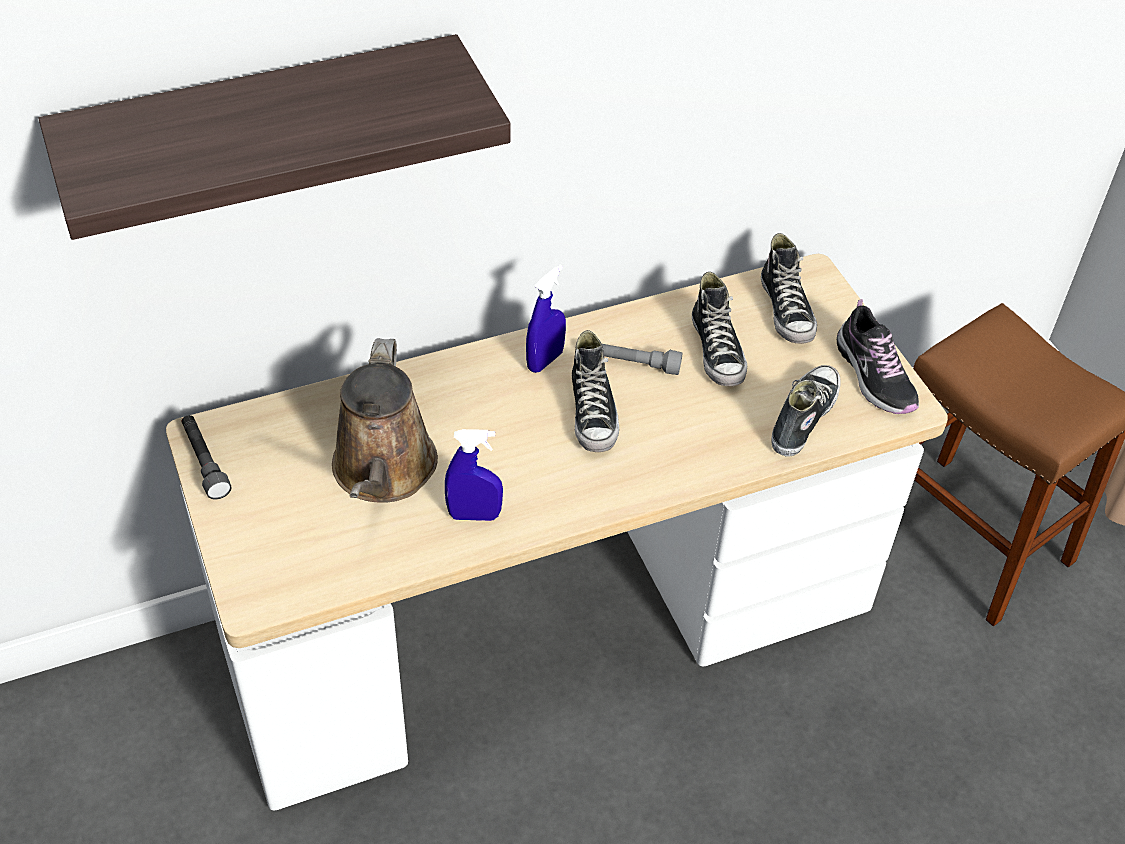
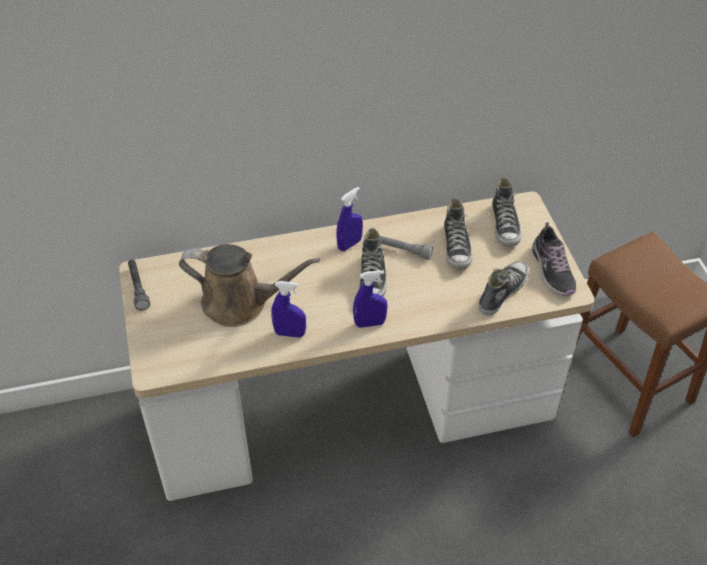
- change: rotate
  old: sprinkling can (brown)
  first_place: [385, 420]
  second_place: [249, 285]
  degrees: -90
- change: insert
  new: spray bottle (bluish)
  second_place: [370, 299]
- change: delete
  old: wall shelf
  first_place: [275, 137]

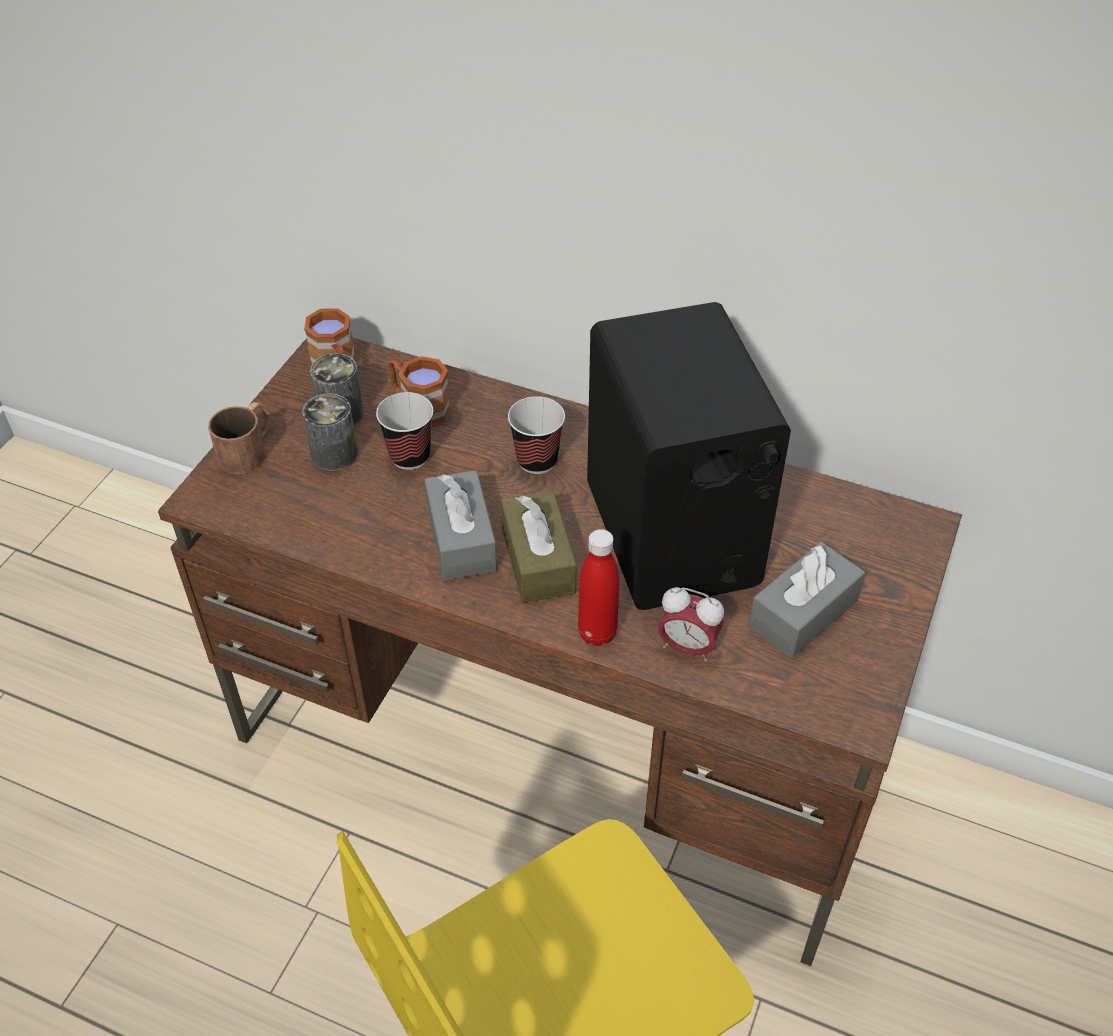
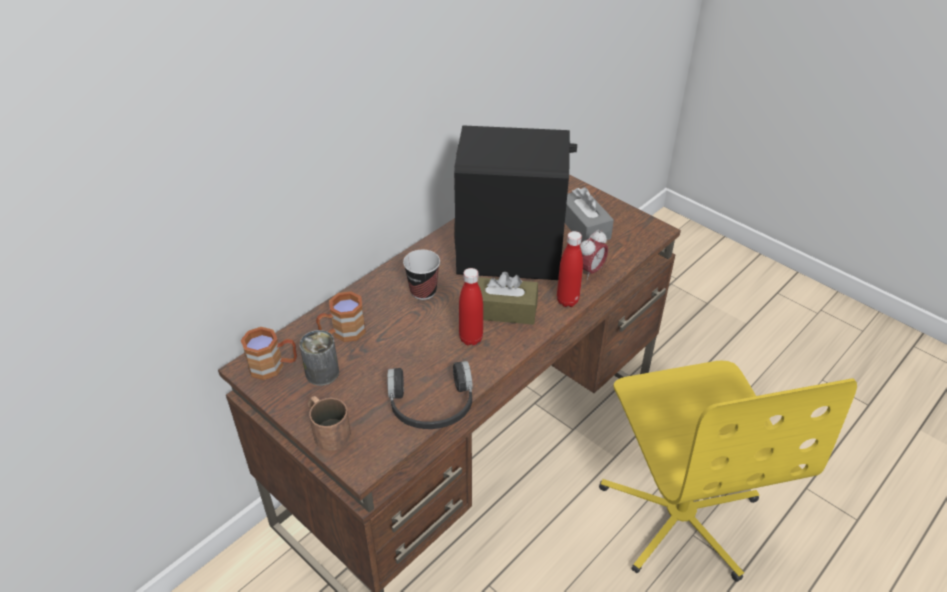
- change: insert
  new: pair of headphones (black-coloured)
  second_place: [430, 395]
- change: replace
  old: tissue holder (gray)
  new: drink bottle (red)
  first_place: [460, 525]
  second_place: [471, 307]
- change: delete
  old: sealed can
  first_place: [330, 432]
- change: delete
  old: drinking cup
  first_place: [404, 431]

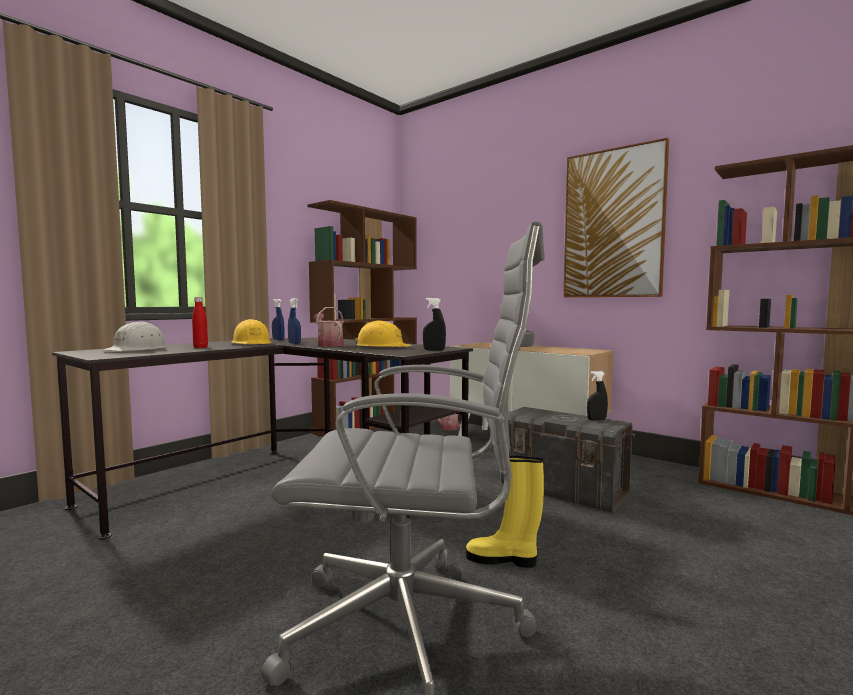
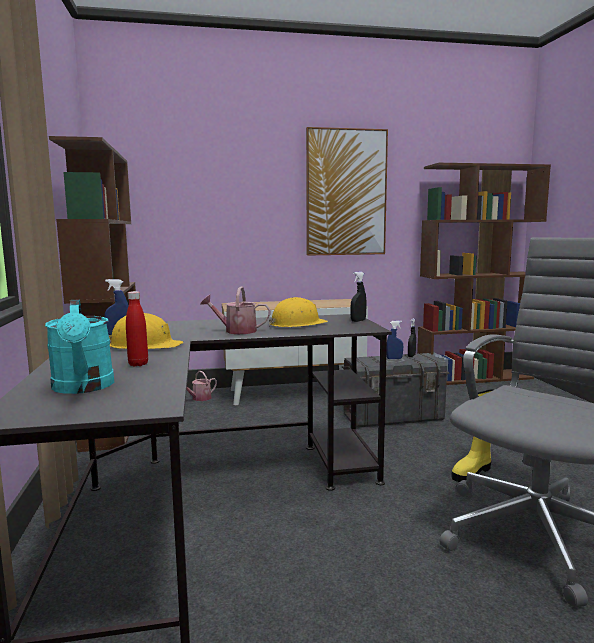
- change: replace
  old: safety helmet (whitish)
  new: sprinkling can (blue-green)
  first_place: [135, 336]
  second_place: [79, 346]
- change: move
  old: spray bottle (bluish)
  first_place: [294, 321]
  second_place: [394, 340]

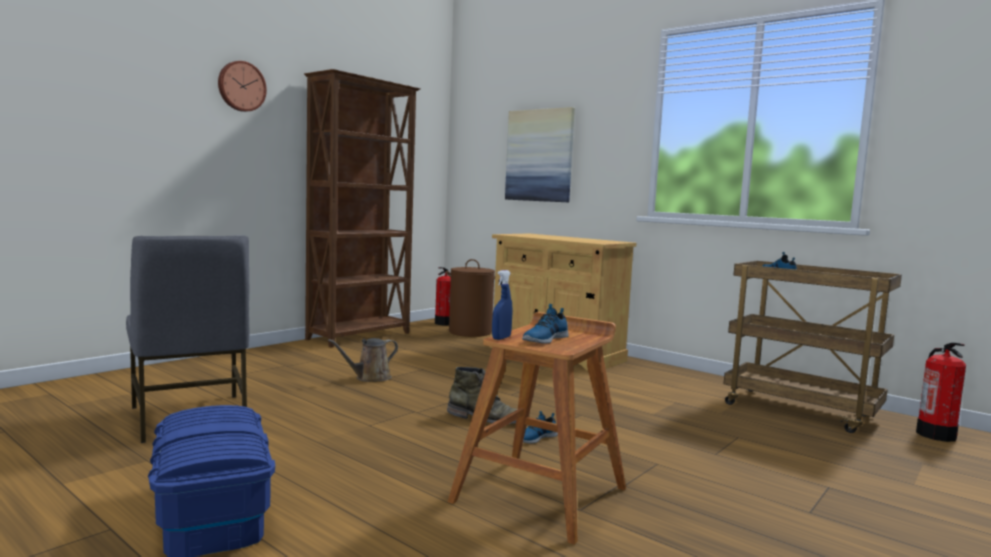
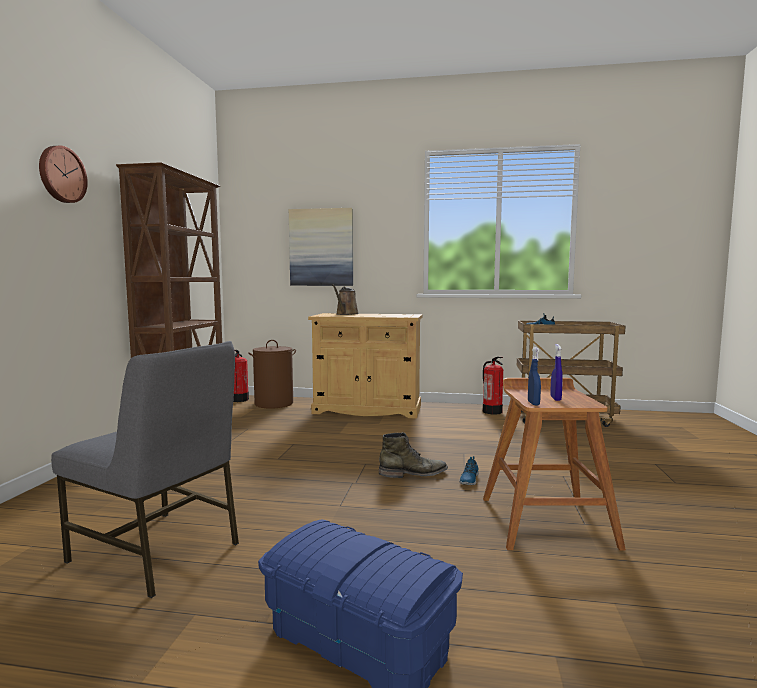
- change: move
  old: sprinkling can (brown)
  first_place: [363, 360]
  second_place: [345, 299]
- change: move
  old: extinguisher
  first_place: [941, 392]
  second_place: [493, 386]
- change: replace
  old: shoe
  new: spray bottle (bluish)
  first_place: [545, 324]
  second_place: [557, 372]

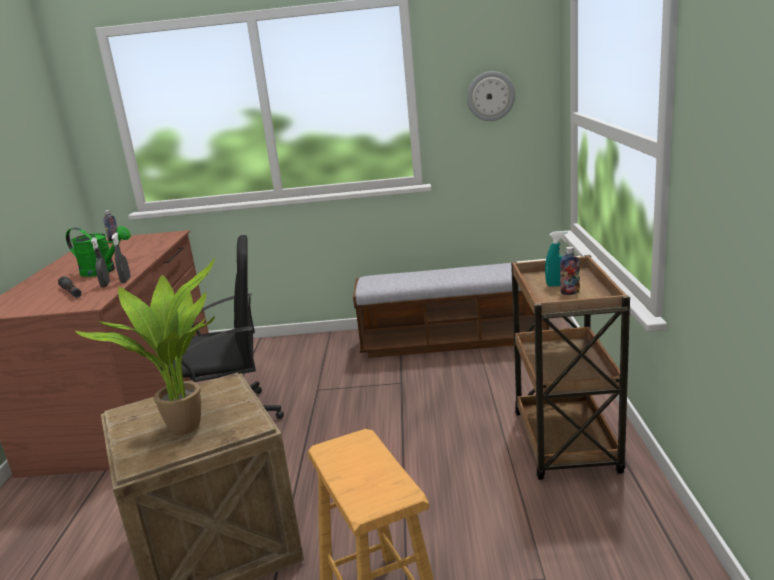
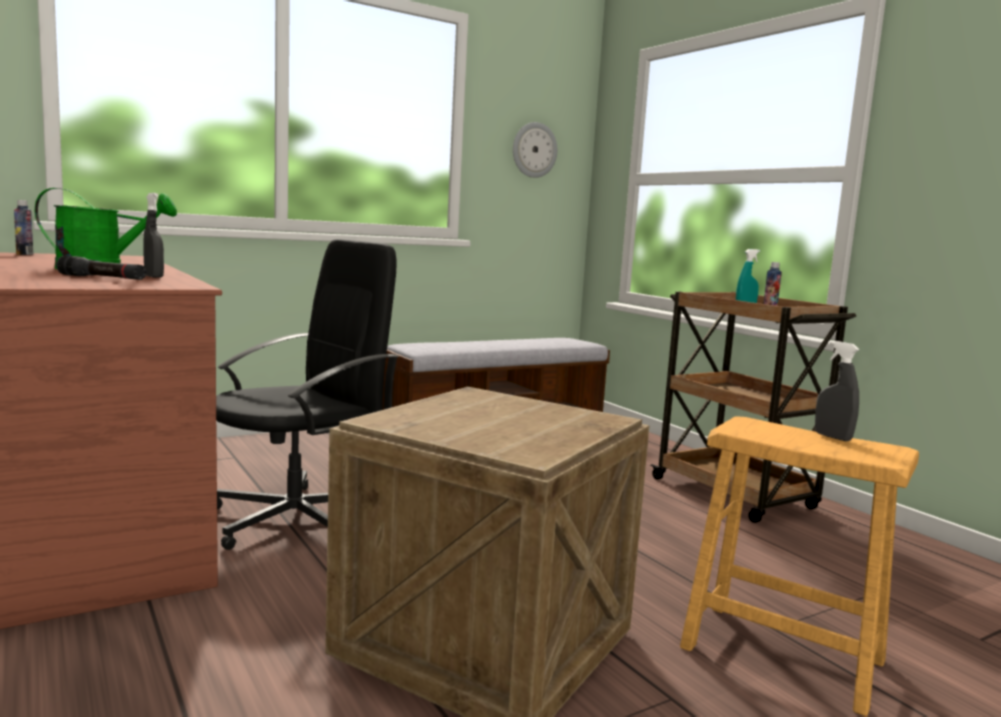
- change: move
  old: spray bottle (gray)
  first_place: [121, 257]
  second_place: [837, 391]
- change: delete
  old: potted plant
  first_place: [145, 346]

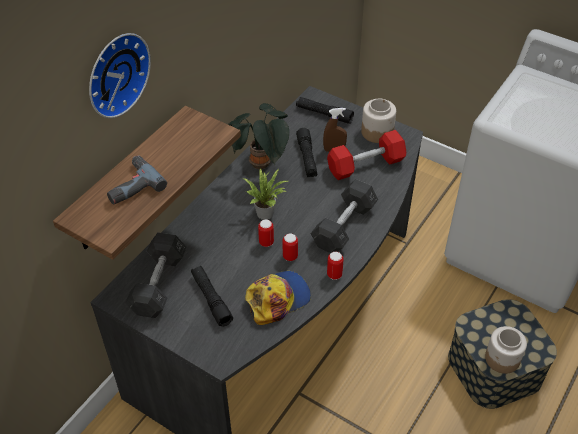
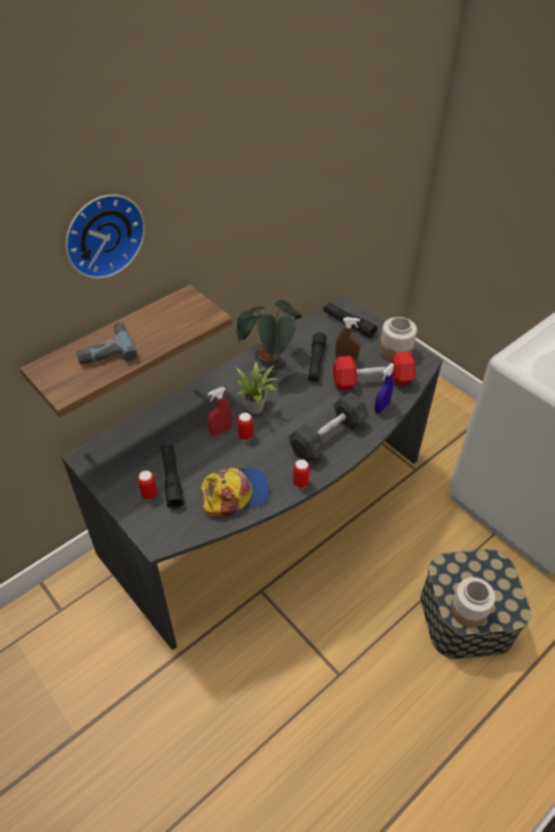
- change: move
  old: sealed can
  first_place: [290, 247]
  second_place: [147, 484]
- change: insert
  new: spray bottle (red)
  second_place: [219, 411]
- change: insert
  new: spray bottle (bluish)
  second_place: [384, 388]
- change: delete
  old: hand weight (gray)
  first_place: [155, 275]

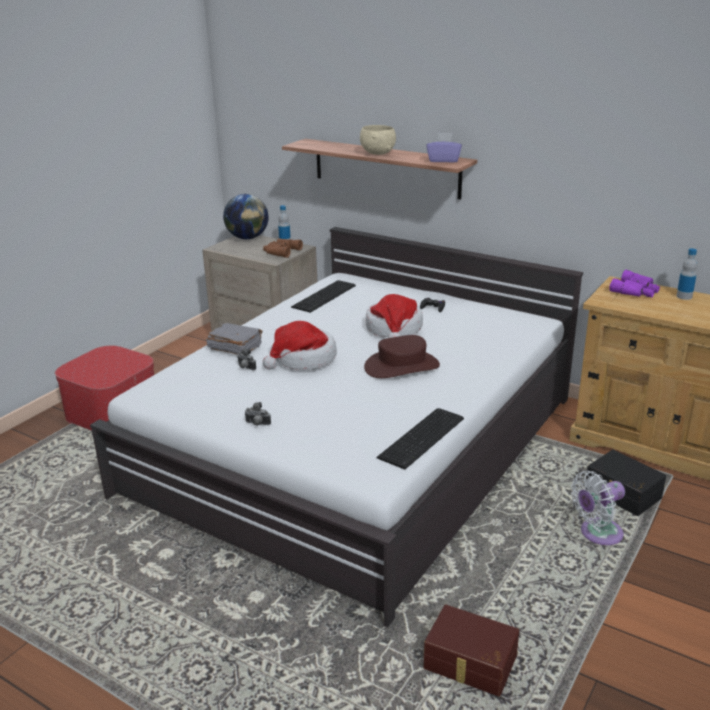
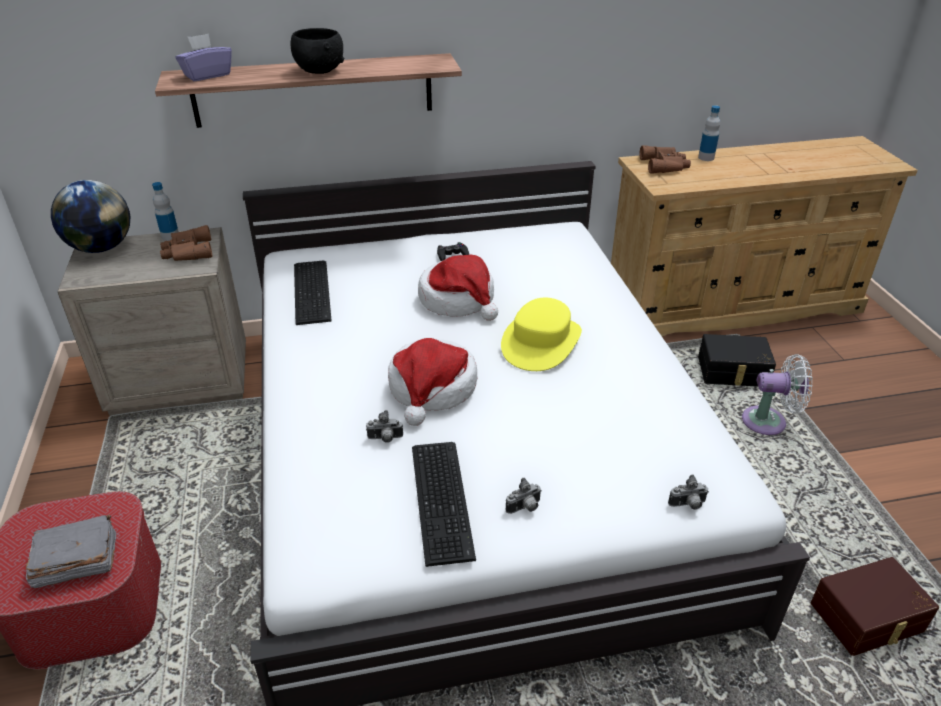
- change: move
  old: volume (gray)
  first_place: [234, 339]
  second_place: [71, 551]
- change: move
  old: tissue holder (purple-coloured)
  first_place: [444, 147]
  second_place: [203, 57]
- change: recolor
  old: deep dish (sand-coloured)
  new: deep dish (black-coloured)
  first_place: [378, 140]
  second_place: [317, 51]
- change: move
  old: PC keyboard
  first_place: [420, 438]
  second_place: [444, 504]
- change: recolor
  old: hat (brown)
  new: hat (yellowish)
  first_place: [402, 356]
  second_place: [541, 334]
- change: recolor
  old: binoculars (purple-coloured)
  new: binoculars (brown)
  first_place: [634, 284]
  second_place: [665, 159]
- change: insert
  new: photo camera
  second_place: [688, 492]
- change: rotate
  old: cooling fan (whitish)
  first_place: [598, 508]
  second_place: [777, 394]
  degrees: -105

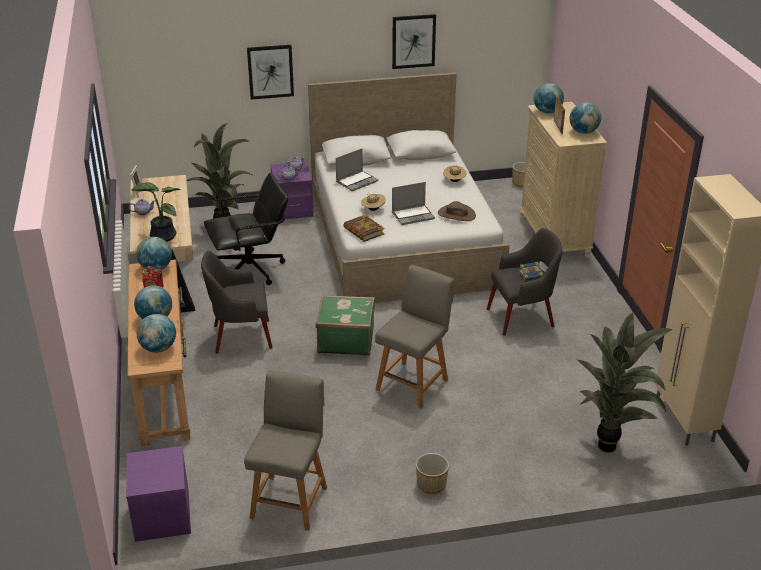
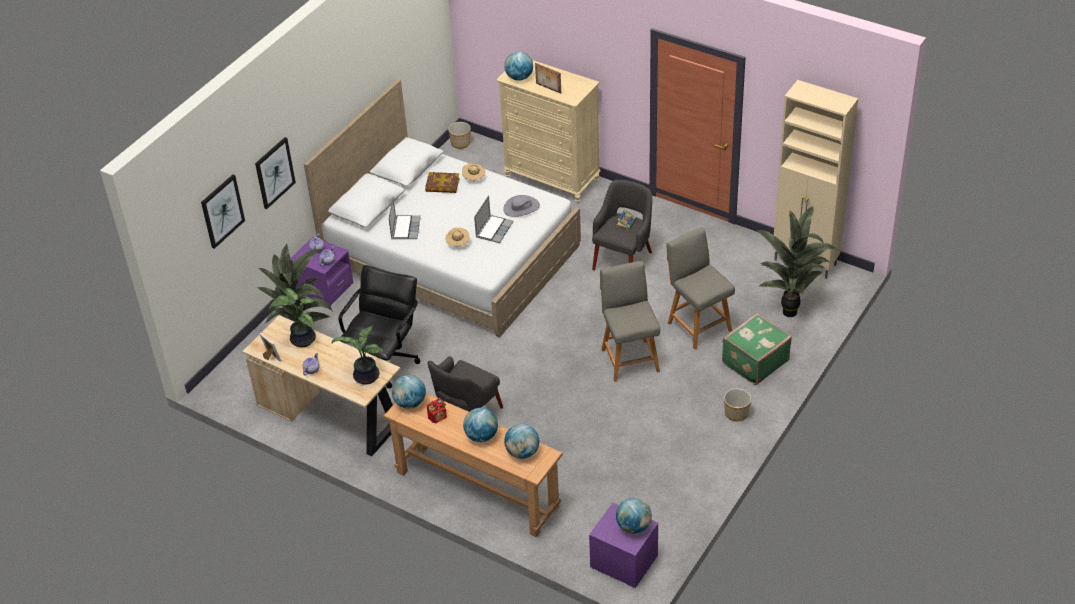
- change: move
  old: wall art
  first_place: [414, 41]
  second_place: [223, 212]
- change: insert
  new: potted plant
  second_place: [294, 317]
- change: move
  old: volume
  first_place: [364, 228]
  second_place: [442, 182]
- change: recolor
  old: hat (brown)
  new: hat (gray)
  first_place: [457, 211]
  second_place: [521, 206]
- change: move
  old: world globe
  first_place: [585, 118]
  second_place: [634, 516]
- change: move
  old: upright chair (gray)
  first_place: [285, 450]
  second_place: [700, 288]
- change: move
  old: suitcase (green)
  first_place: [345, 325]
  second_place: [757, 349]

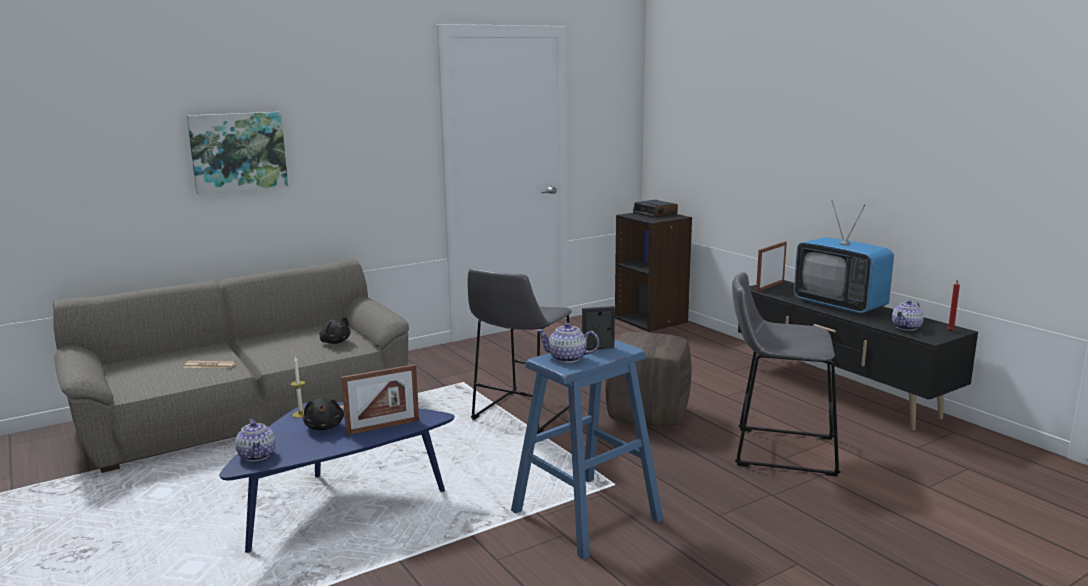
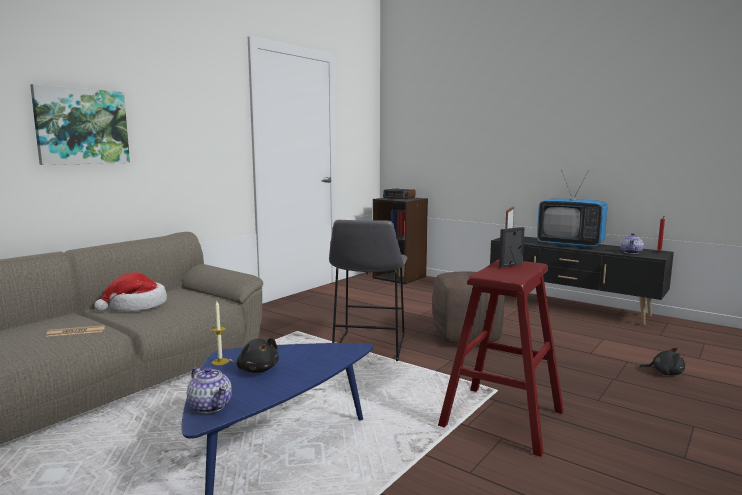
- change: insert
  new: hat
  second_place: [130, 291]
- change: recolor
  old: stool (bluish)
  new: stool (red)
  first_place: [587, 449]
  second_place: [501, 358]
- change: move
  old: cuddly toy (black-coloured)
  first_place: [334, 330]
  second_place: [662, 361]
- change: delete
  old: photo frame
  first_place: [380, 399]
- change: delete
  old: pot for tea
  first_place: [567, 342]
- change: delete
  old: stool (gray)
  first_place: [786, 374]

